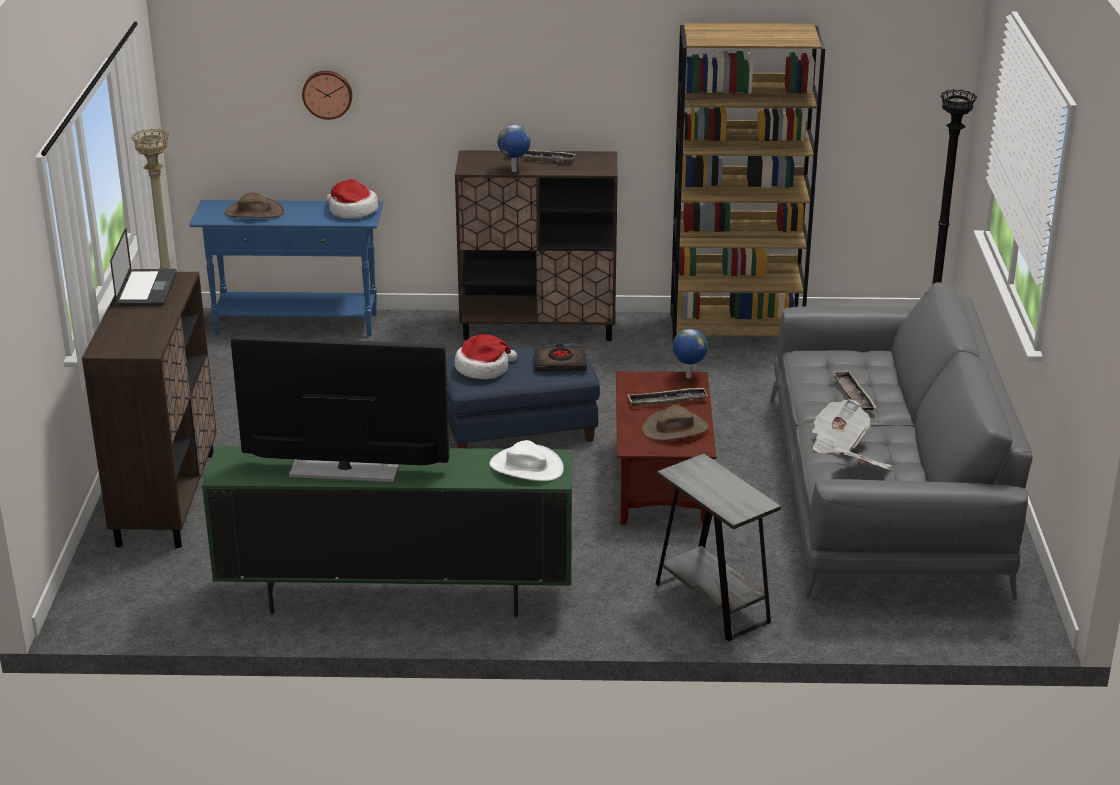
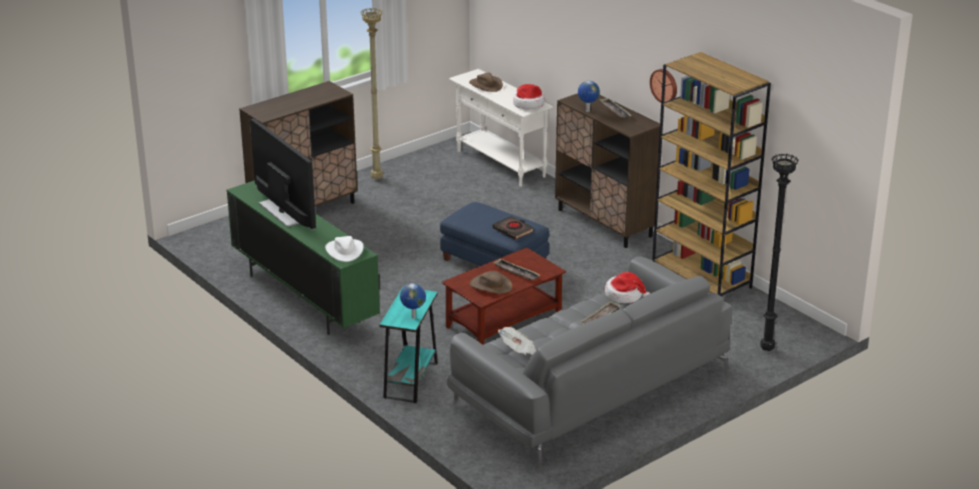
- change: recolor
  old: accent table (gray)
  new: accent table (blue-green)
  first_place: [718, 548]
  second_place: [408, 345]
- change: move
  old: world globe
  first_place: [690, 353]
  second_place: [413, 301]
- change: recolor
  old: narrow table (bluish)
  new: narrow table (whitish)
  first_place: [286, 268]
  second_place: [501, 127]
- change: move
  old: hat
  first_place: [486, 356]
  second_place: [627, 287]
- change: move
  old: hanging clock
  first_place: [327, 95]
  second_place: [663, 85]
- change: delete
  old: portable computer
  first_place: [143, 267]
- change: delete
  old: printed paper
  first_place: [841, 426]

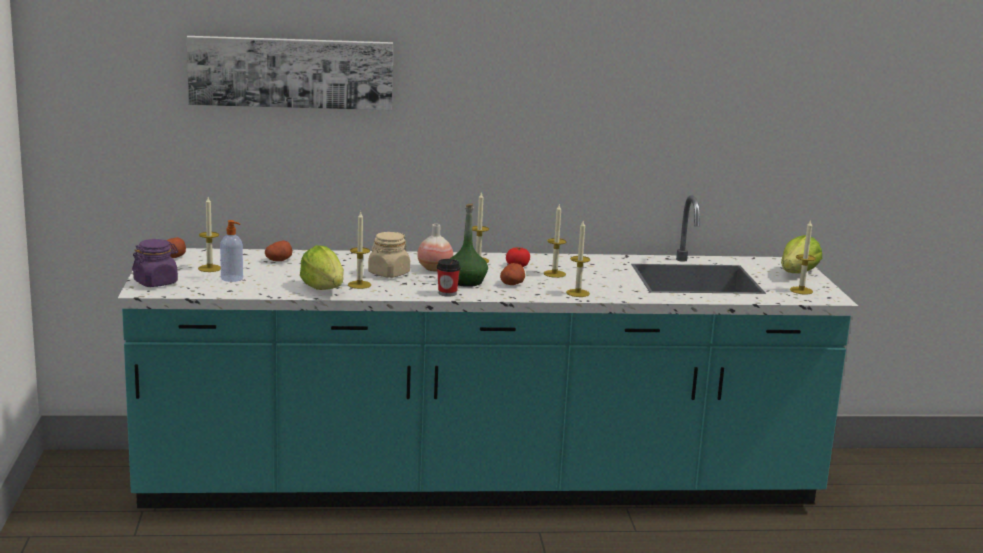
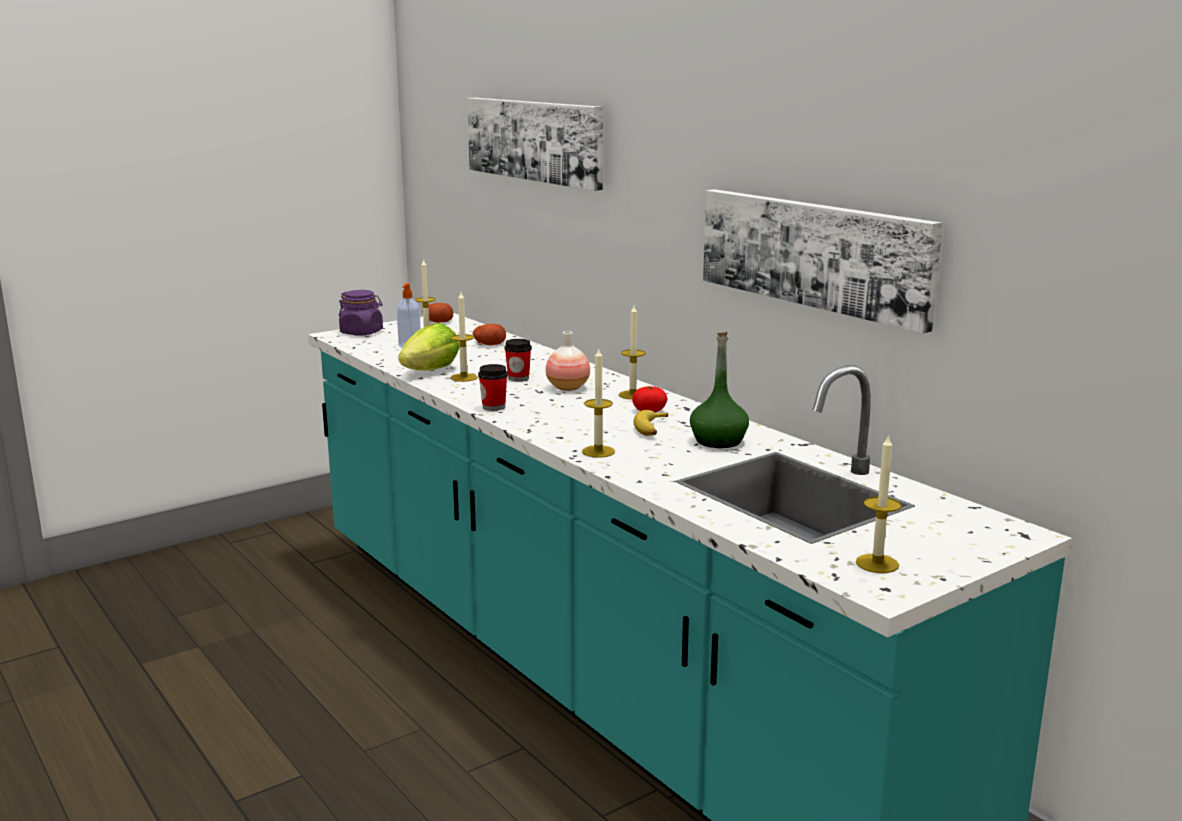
- change: replace
  old: jar (sand-coloured)
  new: drinking cup
  first_place: [389, 255]
  second_place: [518, 360]
- change: replace
  old: candle
  new: banana fruit
  first_place: [555, 241]
  second_place: [650, 423]
- change: move
  old: drink bottle (green)
  first_place: [469, 245]
  second_place: [719, 390]
- change: insert
  new: wall art
  second_place: [823, 261]
- change: delete
  old: whole potato
  first_place: [512, 274]
- change: delete
  old: lettuce head
  first_place: [801, 254]

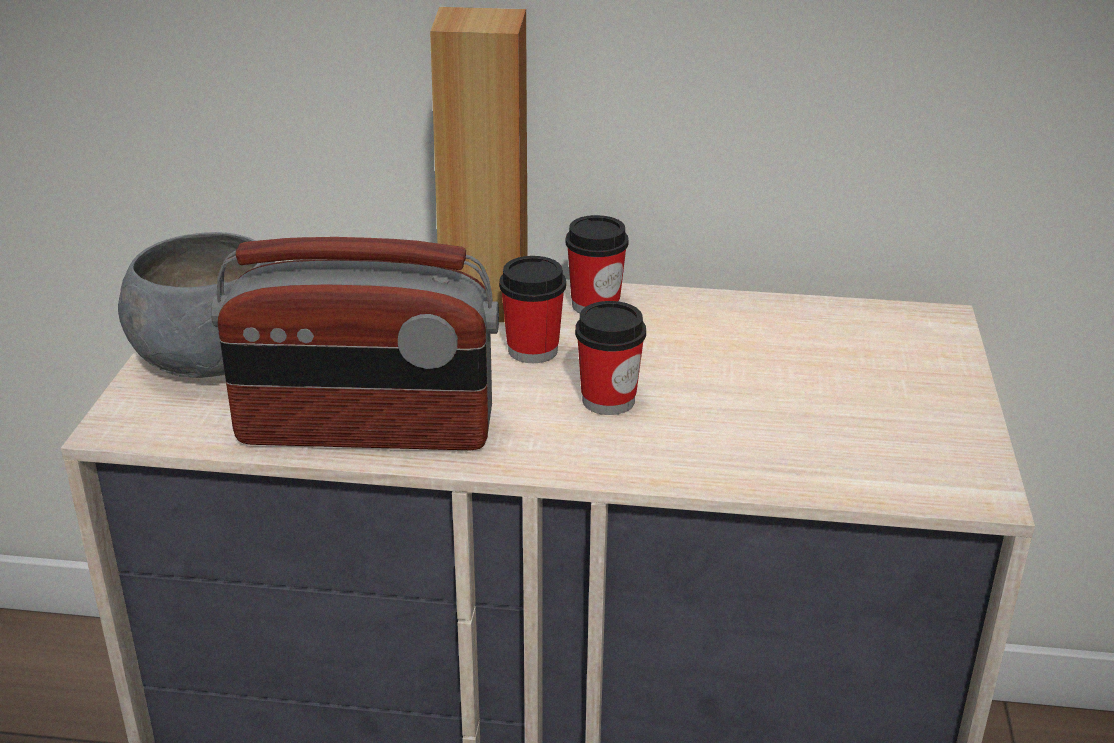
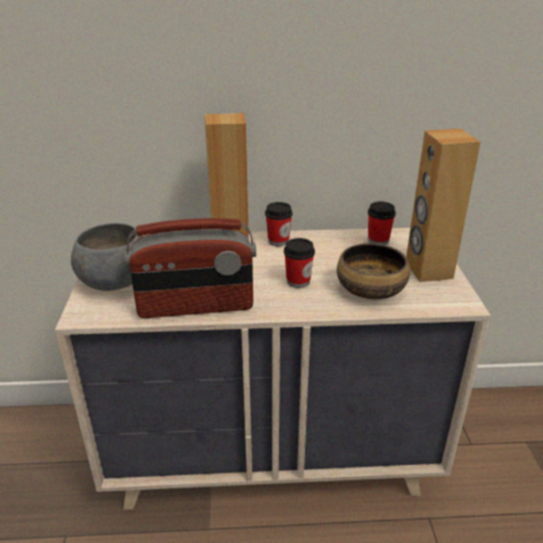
- change: insert
  new: deep dish
  second_place: [373, 271]
- change: move
  old: drinking cup
  first_place: [532, 309]
  second_place: [382, 223]
- change: insert
  new: loudspeaker (brown)
  second_place: [443, 205]

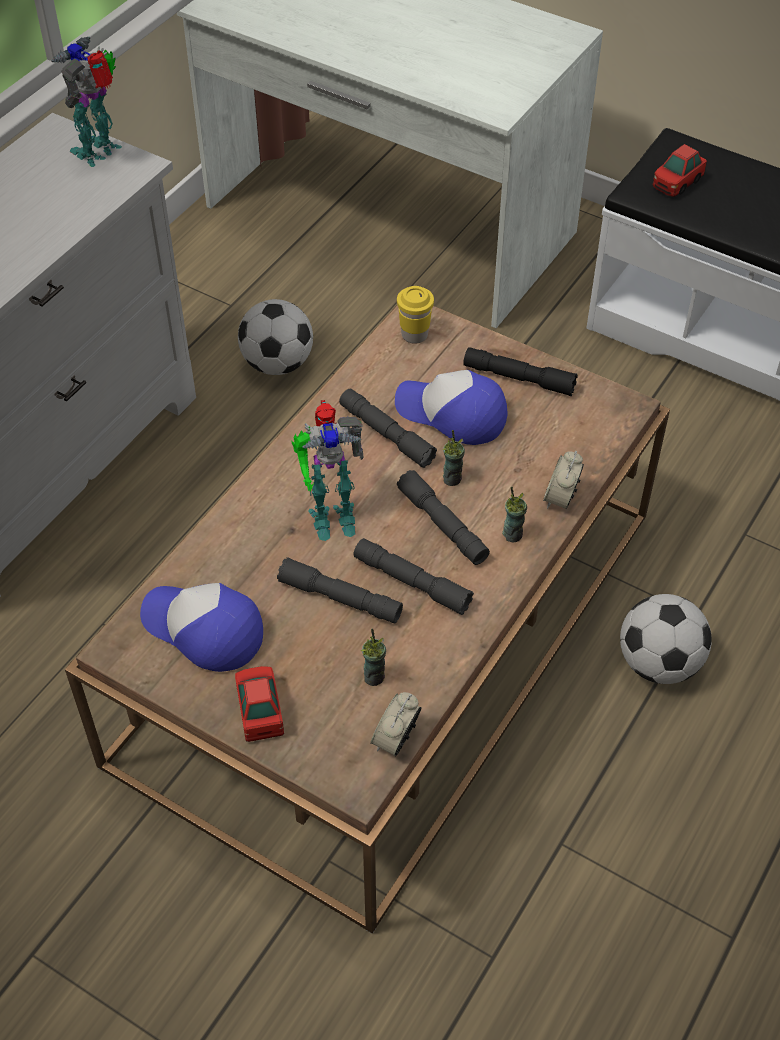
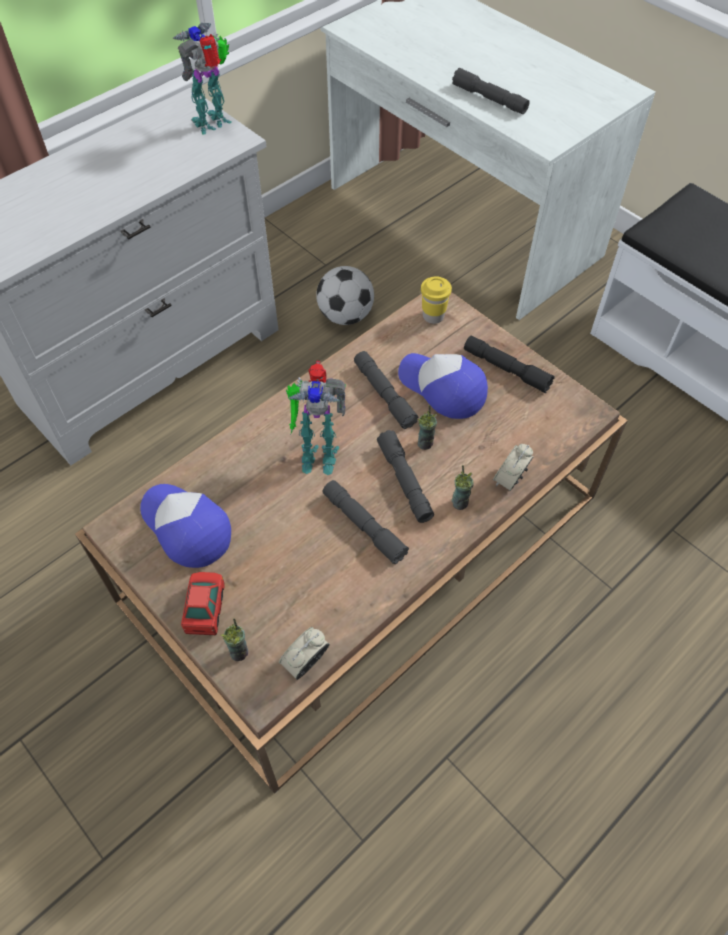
- change: move
  old: drinking cup
  first_place: [373, 657]
  second_place: [234, 639]
- change: move
  old: hand torch (gray)
  first_place: [340, 590]
  second_place: [491, 91]
- change: delete
  old: football ball
  first_place: [666, 639]
- change: delete
  old: toy car
  first_place: [680, 170]

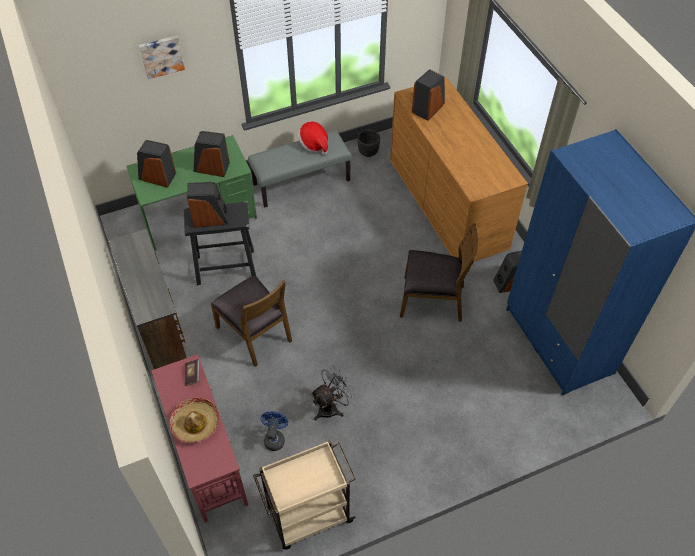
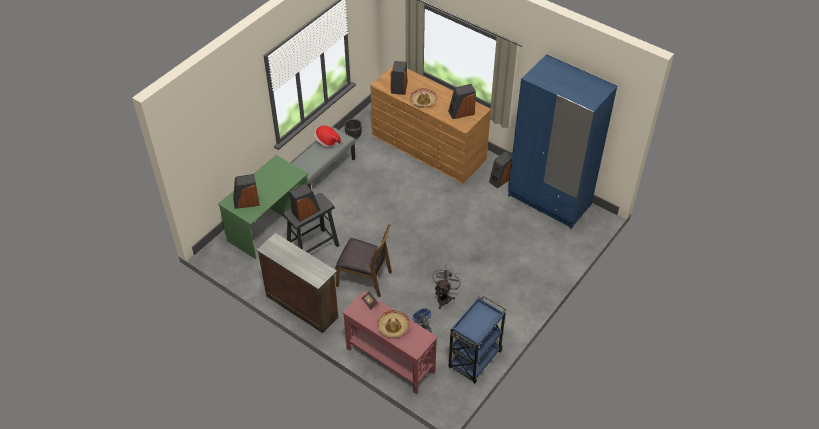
- change: insert
  new: hat
  second_place: [423, 97]
- change: move
  old: loudspeaker
  first_place: [212, 154]
  second_place: [462, 101]
- change: recolor
  old: trolley (sand-coloured)
  new: trolley (bluish)
  first_place: [304, 495]
  second_place: [477, 339]
- change: delete
  old: wall art
  first_place: [162, 57]
- change: delete
  old: upright chair (brown)
  first_place: [439, 272]

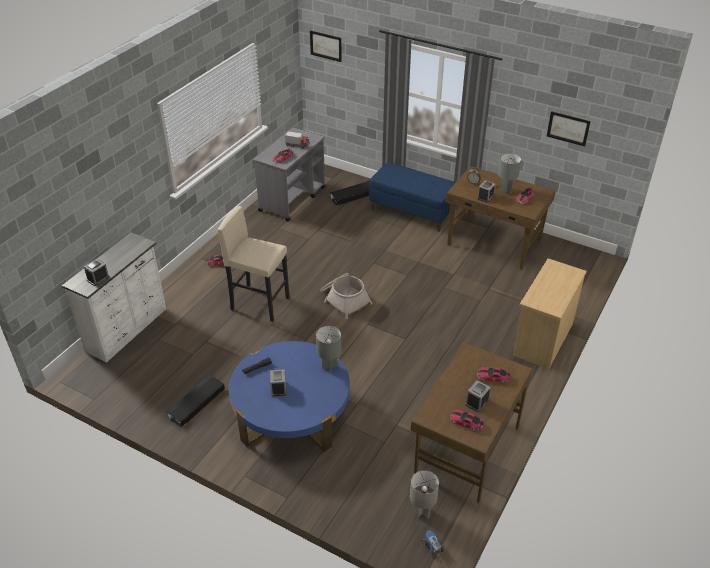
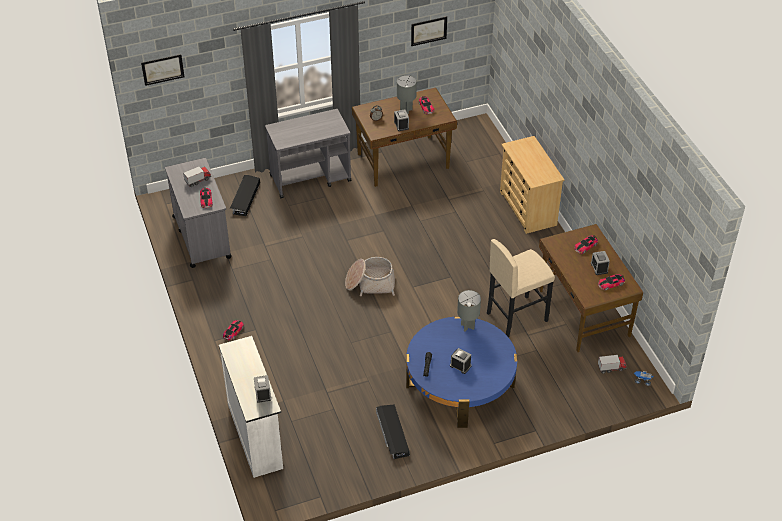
- change: replace
  old: indoor bench (bluish)
  new: trolley (gray)
  first_place: [412, 197]
  second_place: [308, 153]
- change: move
  old: stool (sand-coloured)
  first_place: [254, 264]
  second_place: [521, 288]
- change: replace
  old: lamp for a table (gray)
  new: model truck
  first_place: [424, 494]
  second_place: [612, 364]

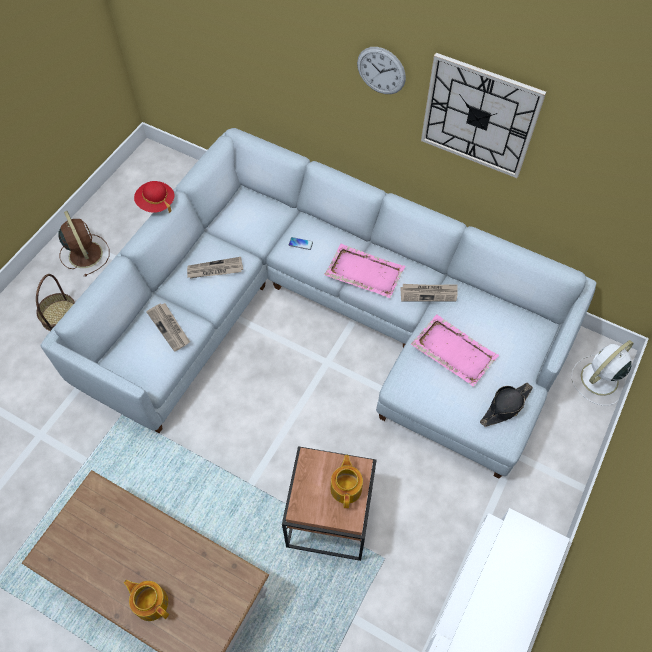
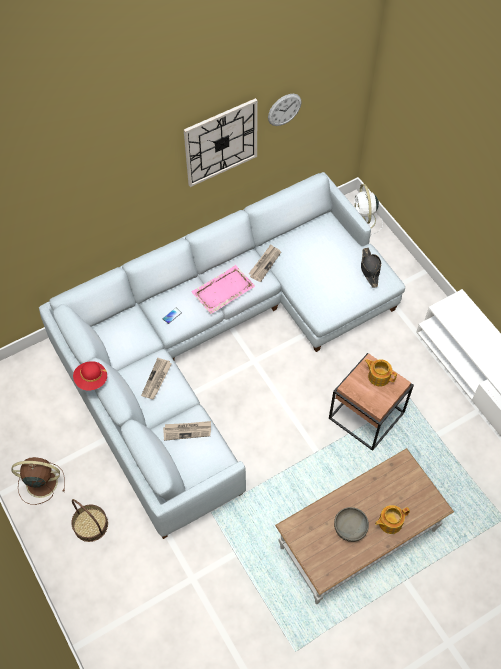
- change: move
  old: hanging clock
  first_place: [381, 70]
  second_place: [285, 110]
- change: insert
  new: deep dish (gray)
  second_place: [351, 524]
- change: delete
  old: tray (pink)
  first_place: [455, 350]

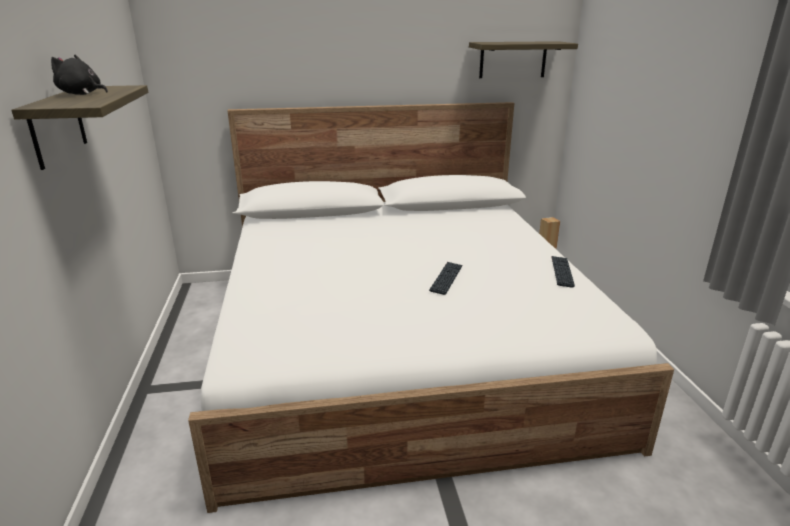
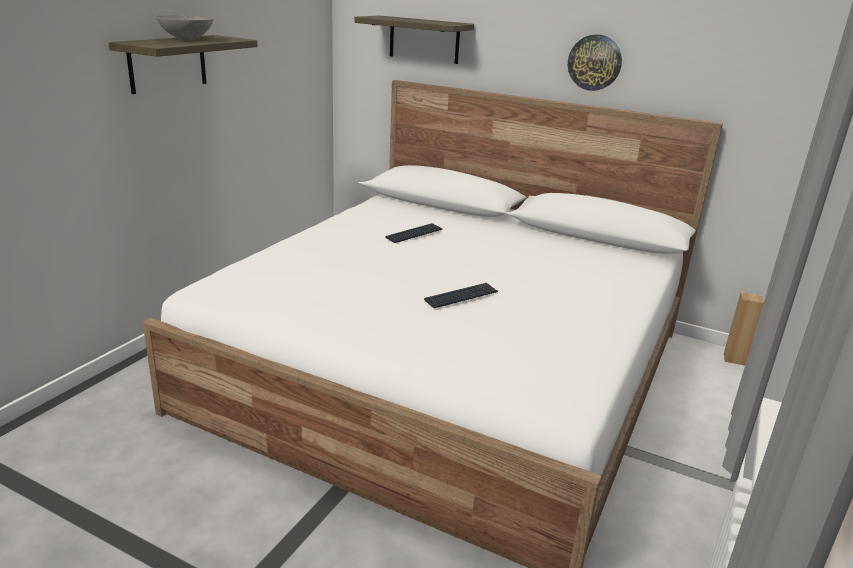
- change: replace
  old: cuddly toy (black-coloured)
  new: deep dish (gray)
  first_place: [79, 75]
  second_place: [184, 27]
- change: move
  old: wall shelf
  first_place: [523, 59]
  second_place: [414, 39]
- change: move
  old: PC keyboard
  first_place: [563, 272]
  second_place: [414, 233]
- change: insert
  new: hanging clock
  second_place: [595, 62]

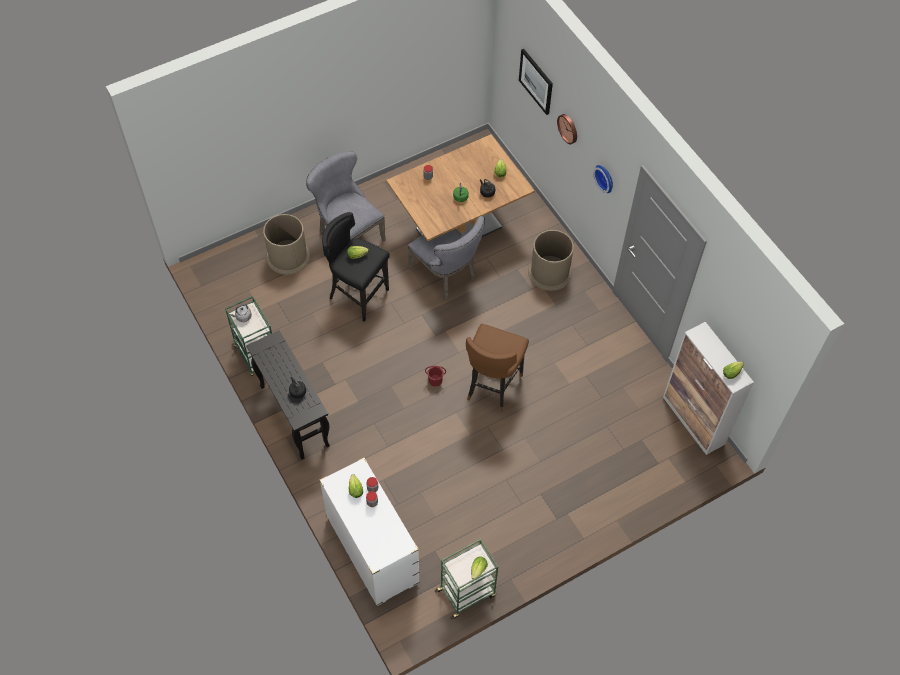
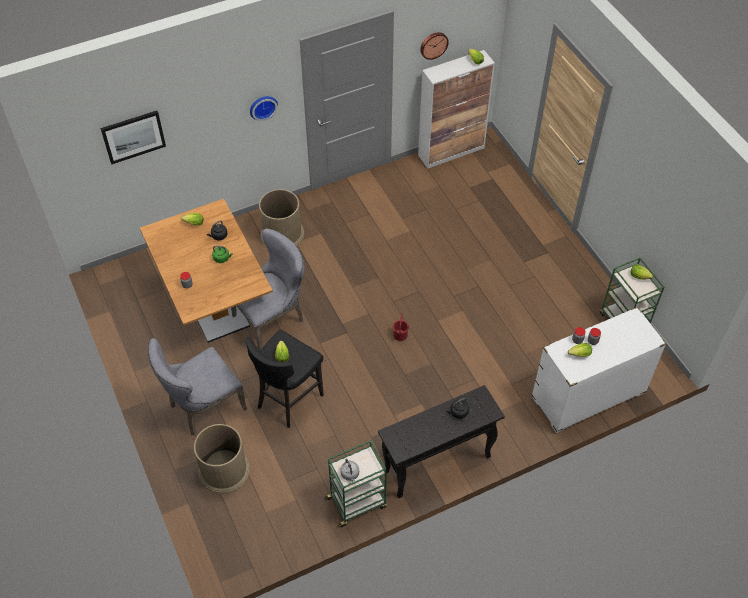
- change: move
  old: hanging clock
  first_place: [567, 129]
  second_place: [434, 46]
- change: delete
  old: stool (brown)
  first_place: [497, 368]

